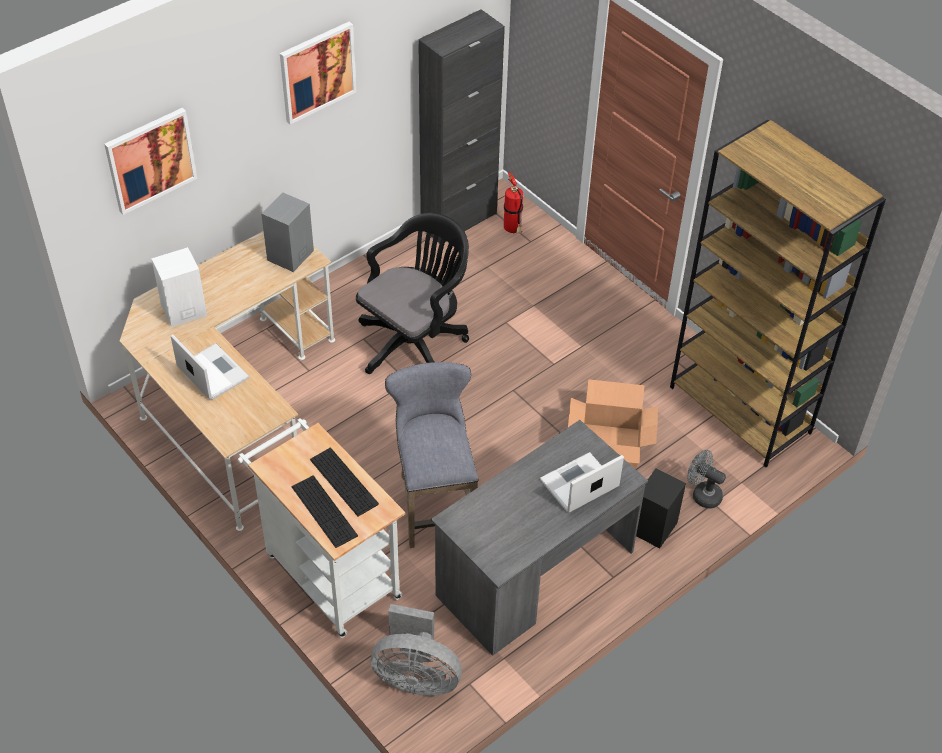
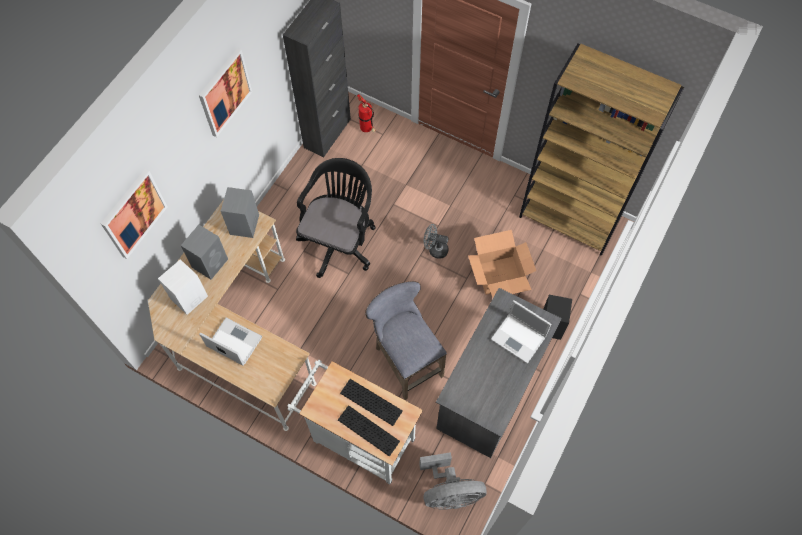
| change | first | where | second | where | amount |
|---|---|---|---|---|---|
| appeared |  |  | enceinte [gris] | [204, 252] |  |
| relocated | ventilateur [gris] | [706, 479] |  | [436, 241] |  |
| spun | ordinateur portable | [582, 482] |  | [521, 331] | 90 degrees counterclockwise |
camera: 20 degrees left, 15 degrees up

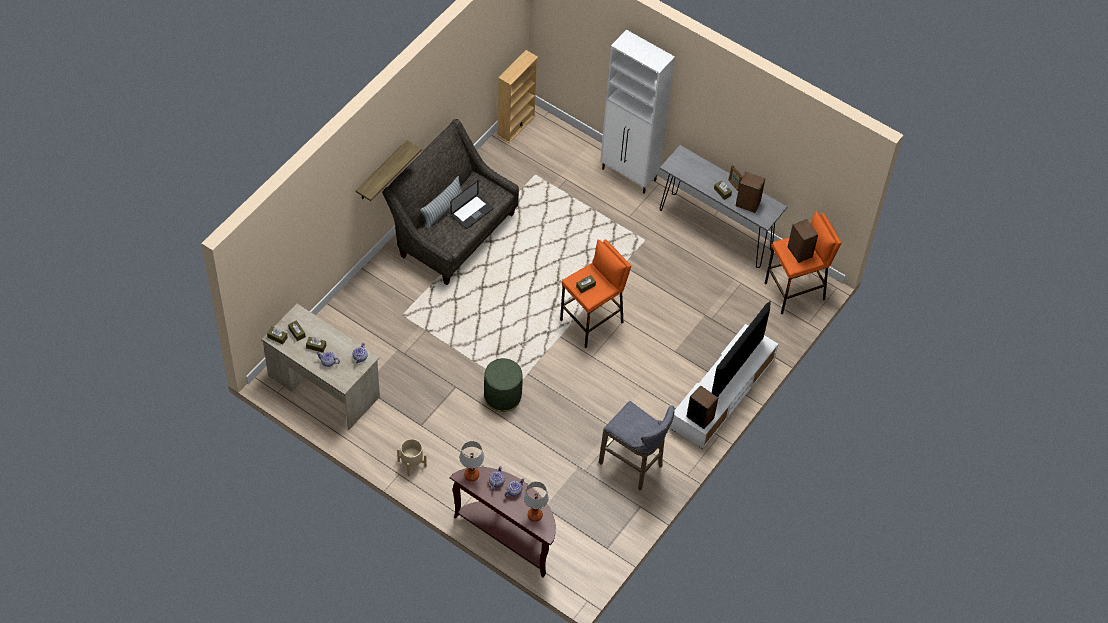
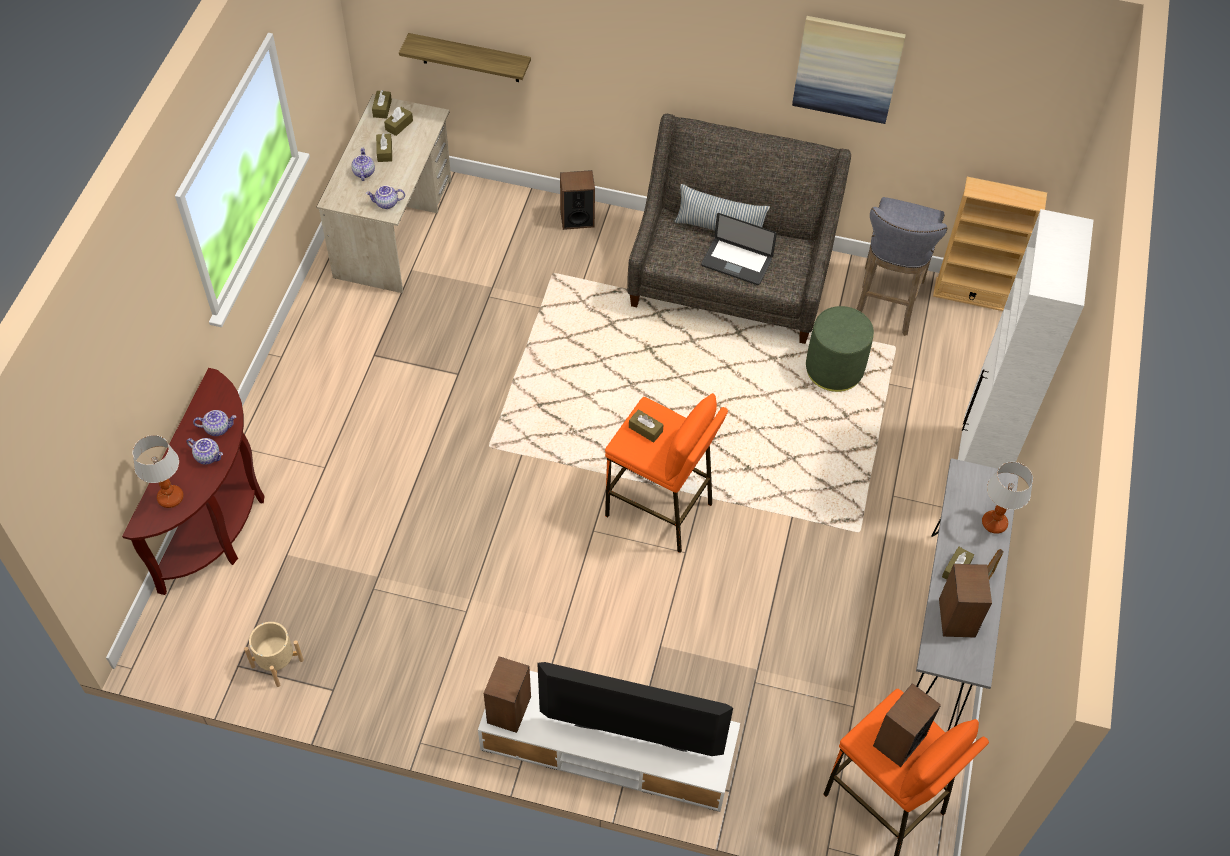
| change | first | where | second | where | amount |
|---|---|---|---|---|---|
| relocated | cache-pot [beige] | [412, 457] |  | [274, 654] |  |
| relocated | étagère | [389, 170] |  | [465, 57] |  |
| appeared |  |  | enceinte | [577, 200] |  |
| appeared |  |  | tableau | [849, 70] |  |
| relocated | pouf [vert] | [503, 385] |  | [840, 349] |  |
| relocated | tabouret [gris] | [636, 446] |  | [902, 266] |  |
| relocated | lampe de table | [471, 461] |  | [1007, 498] |  |
camera: 70 degrees right, 0 degrees up

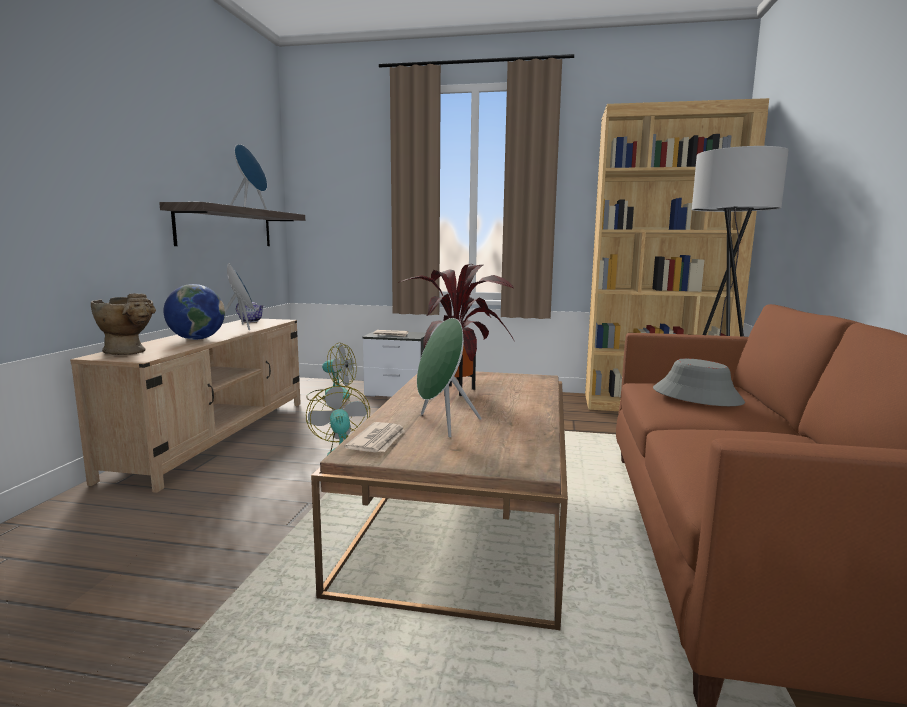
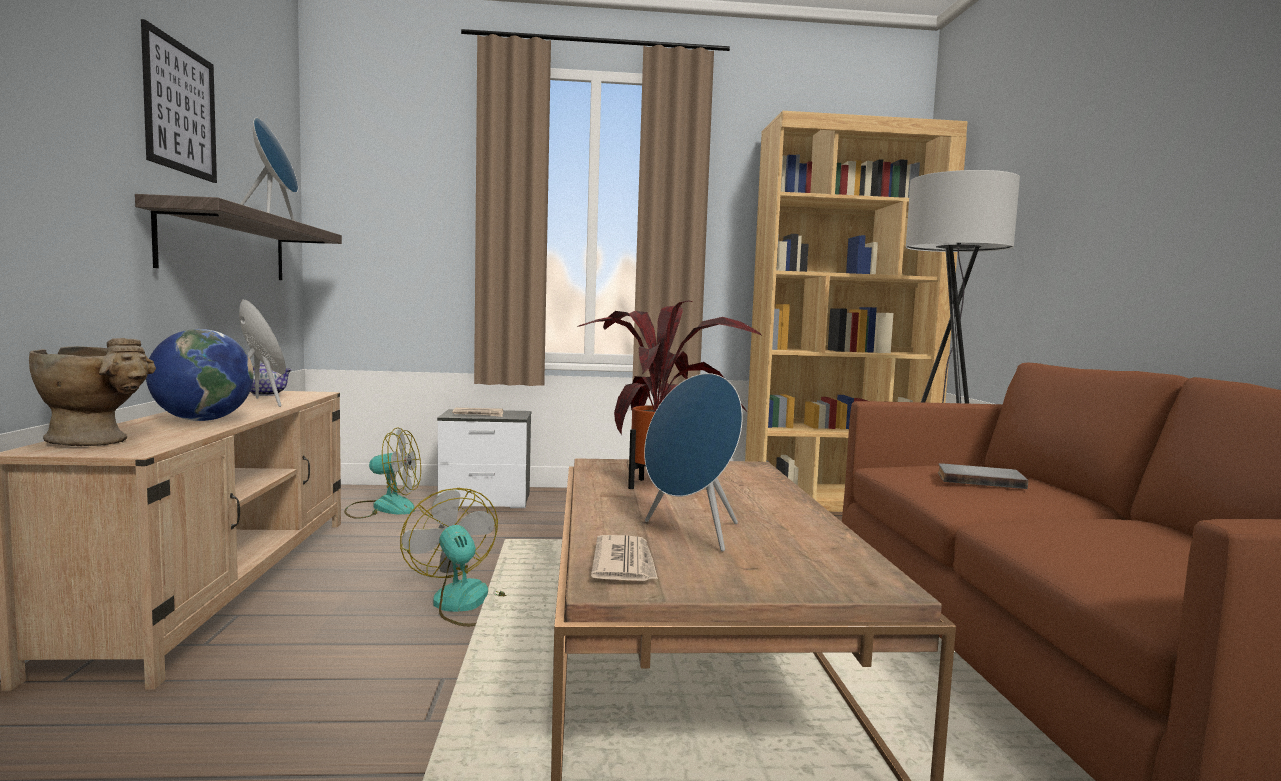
| change | first | where | second | where | amount |
|---|---|---|---|---|---|
| appeared |  |  | tableau | [179, 101] |  |
| colour | enceinte [vert] | [449, 377] | enceinte [bleu] | [693, 462] |  |
| exchanged | chapeau [gris] | [699, 382] | livre [gris] | [983, 476] |  |
camera: 15 degrees left, 5 degrees down

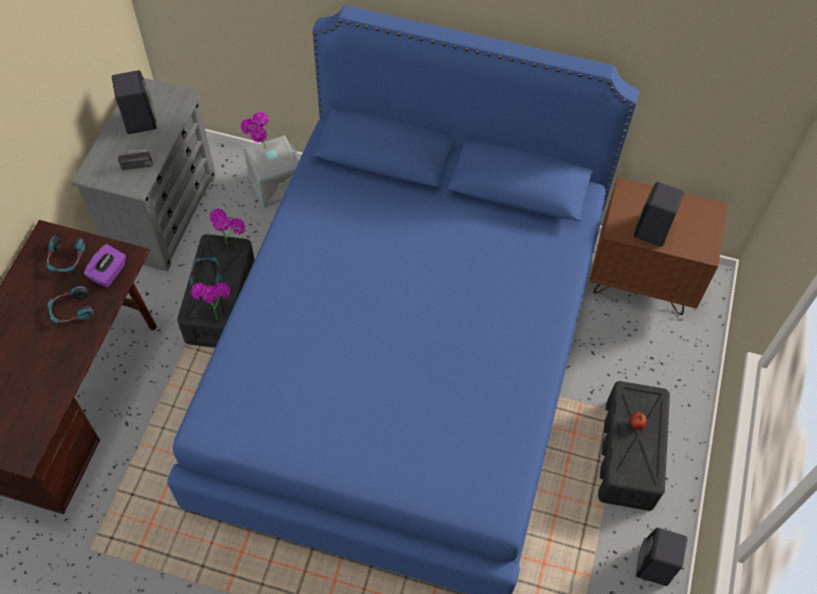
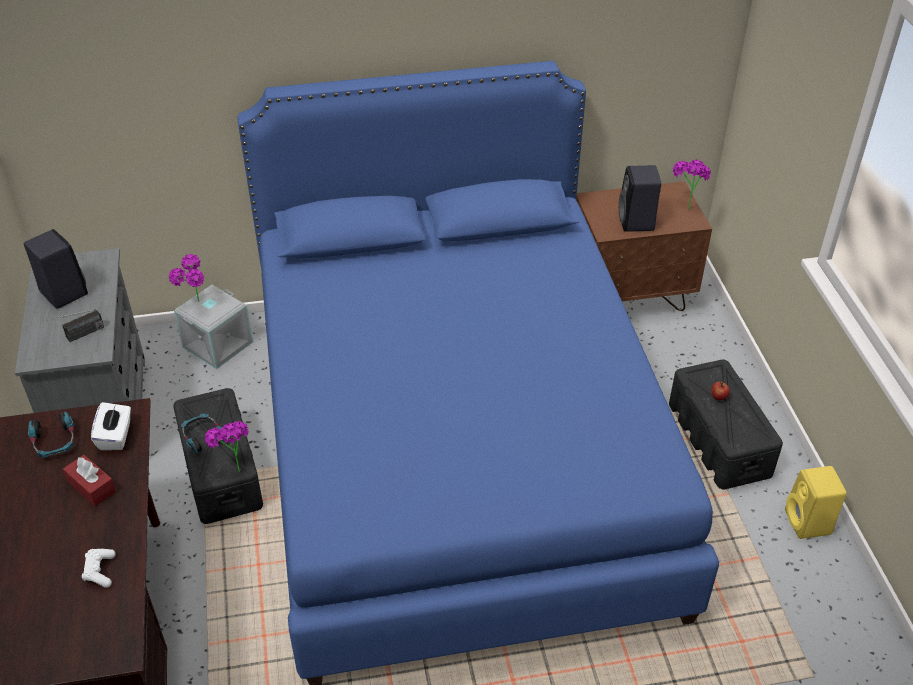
| change | first | where | second | where | amount |
|---|---|---|---|---|---|
| exchanged | casque audio | [70, 305] | boîte à mouchoirs [rouge] | [89, 480] |  |
| appeared |  |  | manette [blanc] | [99, 568] |  |
| colour | boîte à mouchoirs [violet] | [105, 265] | boîte à mouchoirs [blanc] | [111, 426] |  |
| relocated | plante en pot | [227, 229] |  | [692, 185] |  |
| colour | enceinte [noir] | [661, 557] | enceinte [jaune] | [816, 502] |  |
camera: 25 degrees left, 15 degrees down

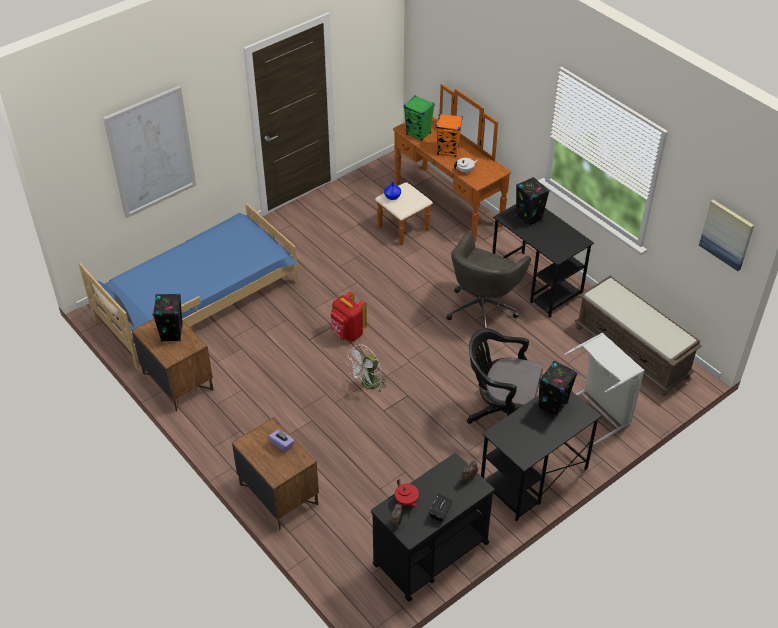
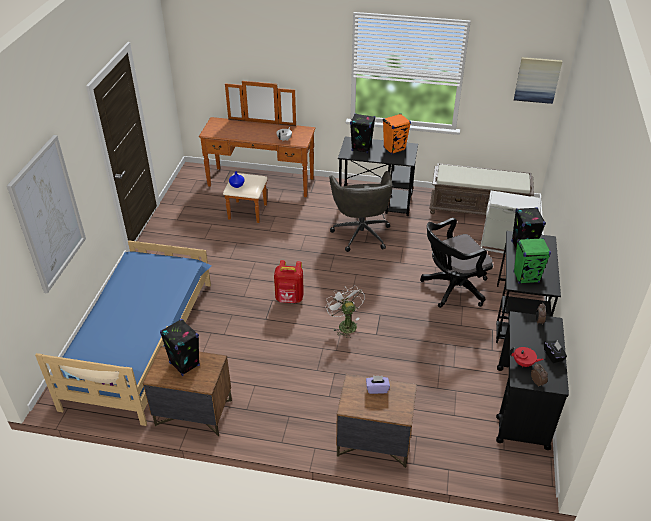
| change | first | where | second | where | amount |
|---|---|---|---|---|---|
| spun | ventilateur [blanc] | [366, 368] |  | [345, 311] | 150 degrees clockwise |
| relocated | enceinte [orange] | [449, 135] |  | [397, 134] |  |
| relocated | enceinte [vert] | [419, 118] |  | [532, 261] |  |
camera: 40 degrees left, 5 degrees down

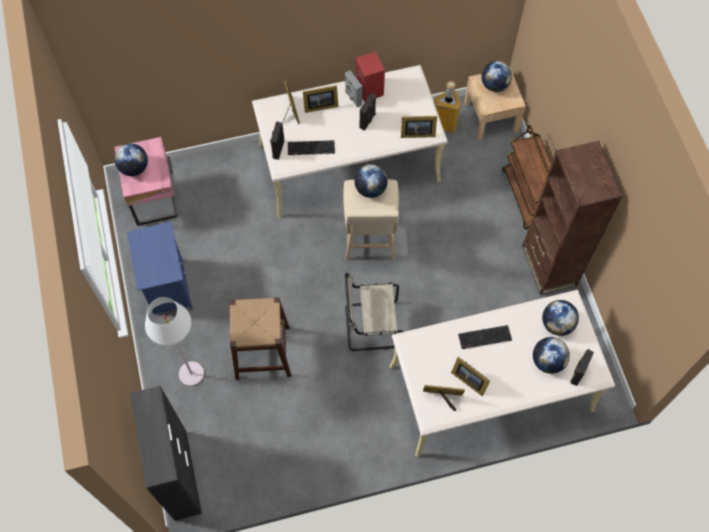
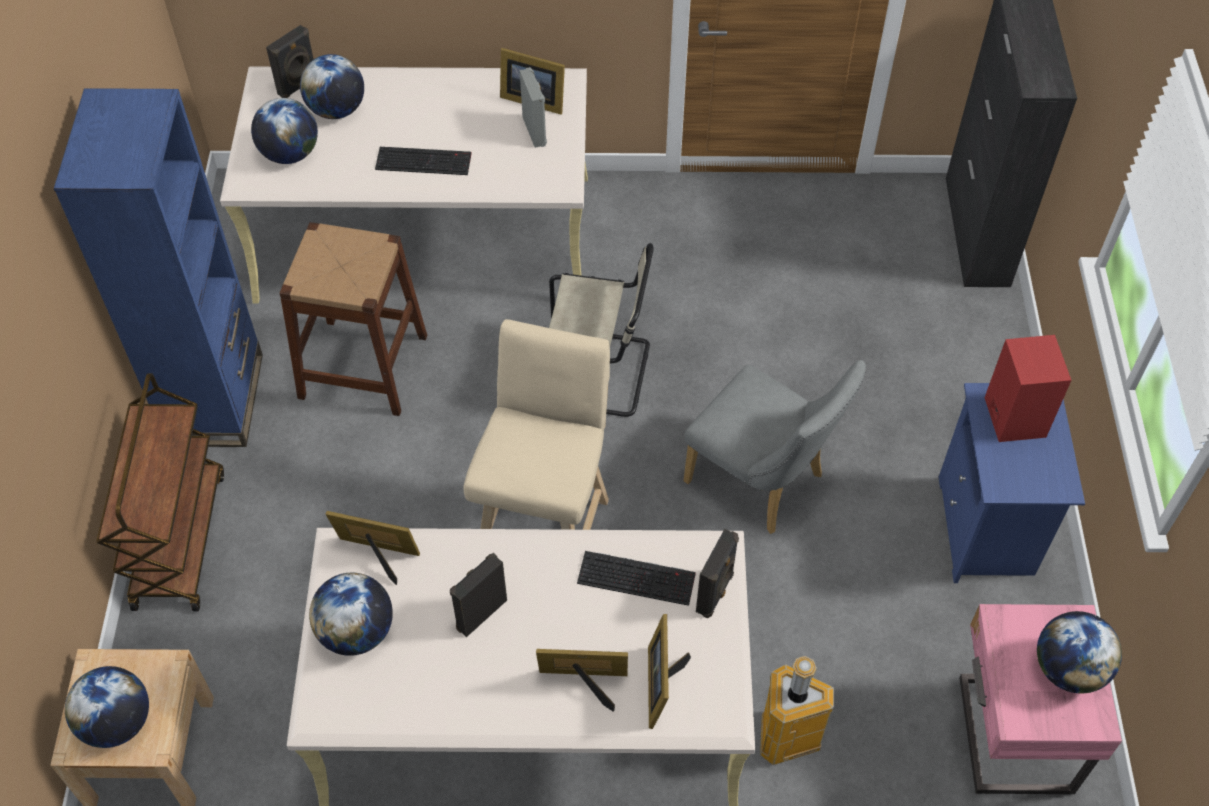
| change | first | where | second | where | amount |
|---|---|---|---|---|---|
| colour | bibliothèque [marron] | [572, 218] | bibliothèque [bleu] | [158, 267] |  |
| relocated | tabouret [marron] | [260, 339] |  | [353, 319] |  |
| relocated | globe | [371, 181] |  | [351, 614] |  |
| relocated | enceinte [gris] | [354, 89] |  | [533, 107] |  |
| appeared |  |  | chaise [gris] | [774, 447] |  |
| relocated | poubelle | [447, 107] |  | [797, 710] |  |
| relocated | enceinte [rouge] | [370, 76] |  | [1028, 388] |  |
| missing | lampadaire [blanc] | [174, 341] |  |  |  |
| missing | cadre photo | [470, 376] |  |  |  |
camera: 165 degrees left, 10 degrees down

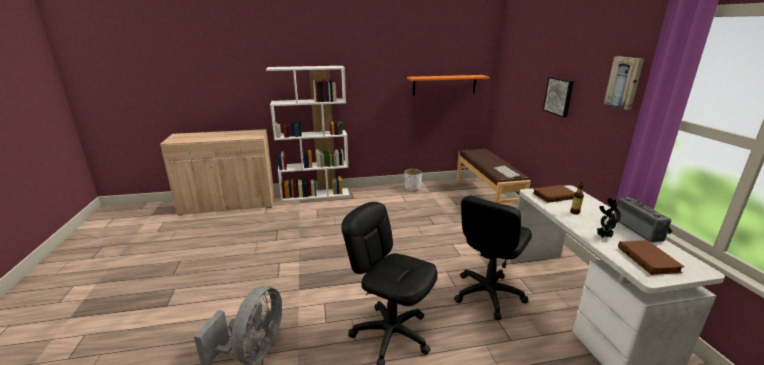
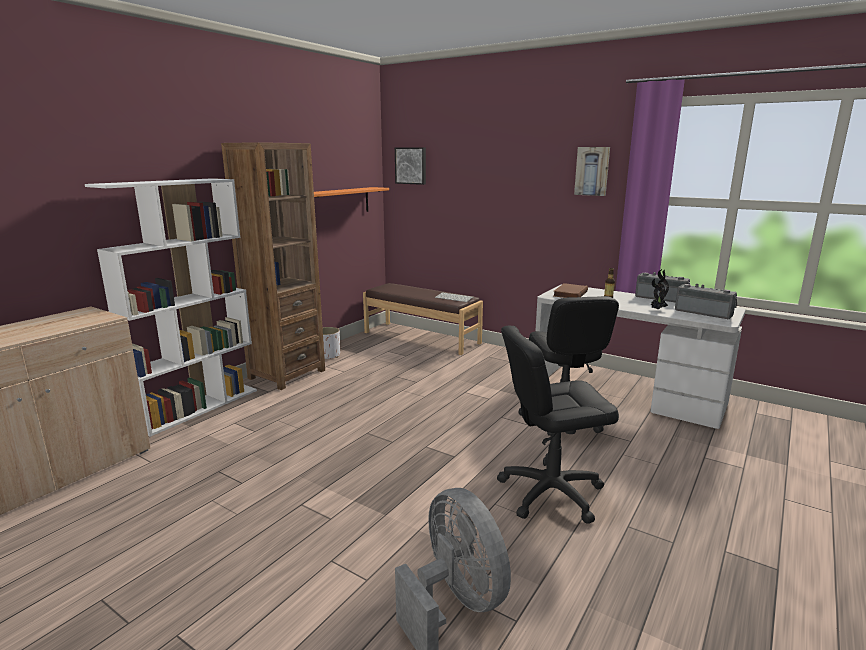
| change | first | where | second | where | amount |
|---|---|---|---|---|---|
| appeared |  |  | bibliothèque [marron] | [273, 266] |  |
| relocated | tableau | [558, 97] |  | [410, 166] |  |
| exchanged | livre [marron] | [651, 257] | radio | [706, 301] |  |
camera: 45 degrees left, 5 degrees down

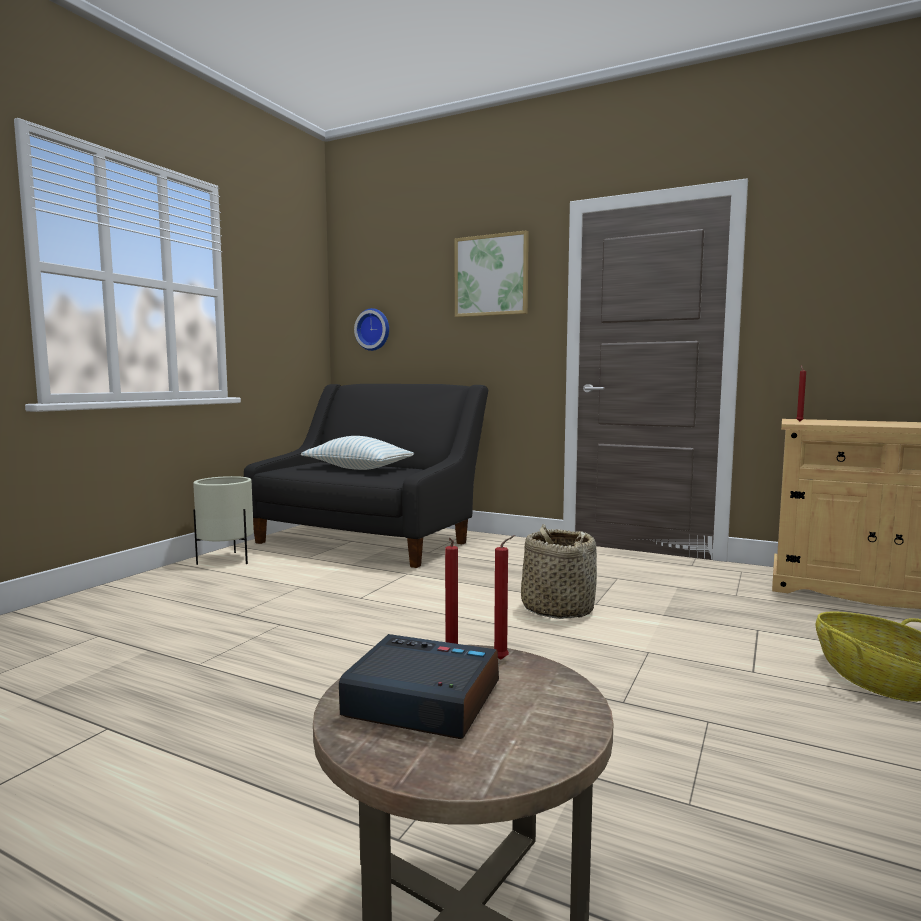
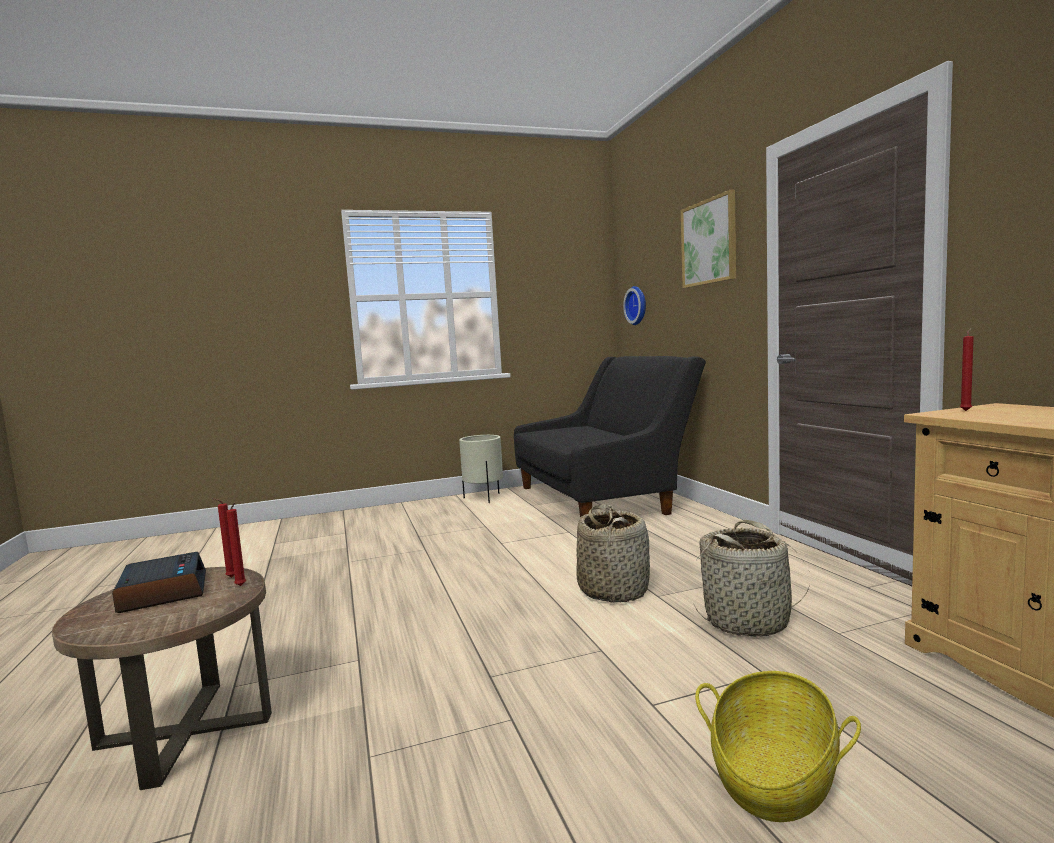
| change | first | where | second | where | amount |
|---|---|---|---|---|---|
| appeared |  |  | panier | [751, 578] |  |
| missing | coussin | [357, 453] |  |  |  |
camera: 45 degrees right, 0 degrees up

